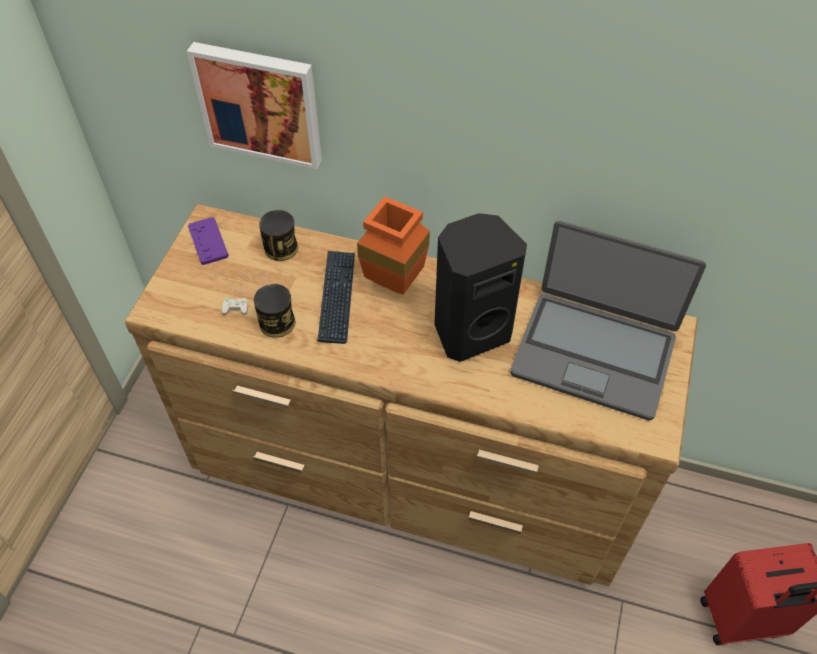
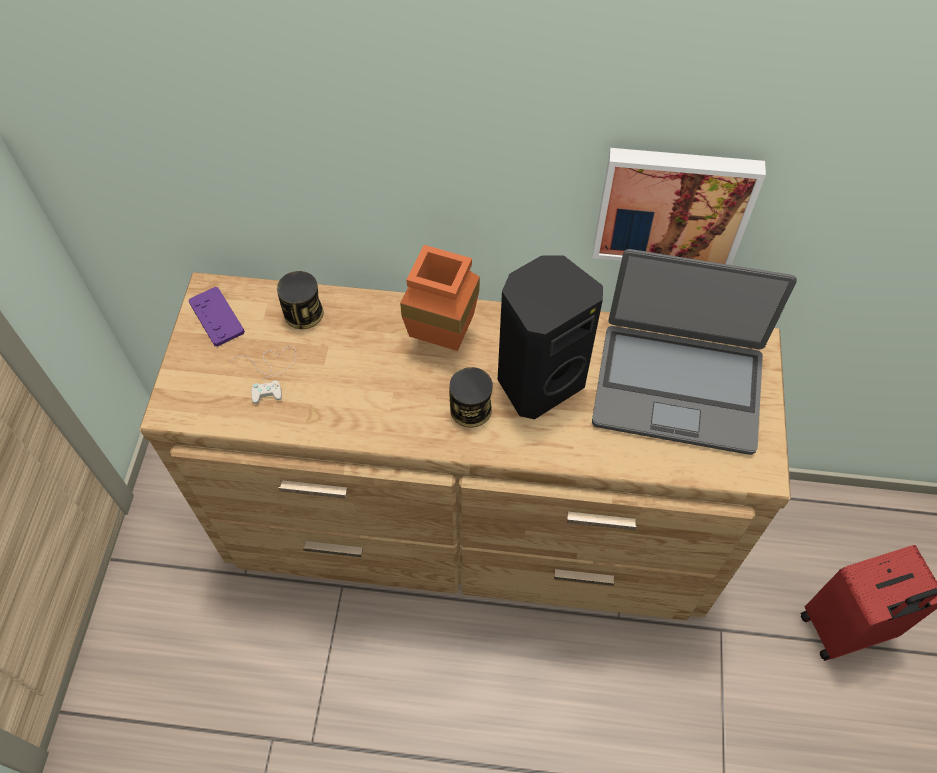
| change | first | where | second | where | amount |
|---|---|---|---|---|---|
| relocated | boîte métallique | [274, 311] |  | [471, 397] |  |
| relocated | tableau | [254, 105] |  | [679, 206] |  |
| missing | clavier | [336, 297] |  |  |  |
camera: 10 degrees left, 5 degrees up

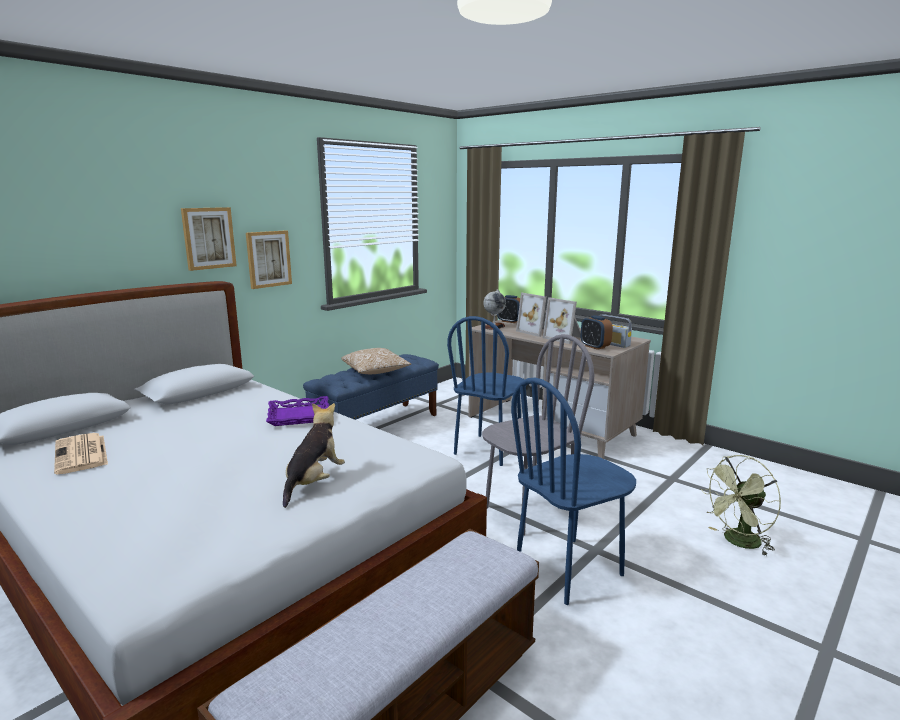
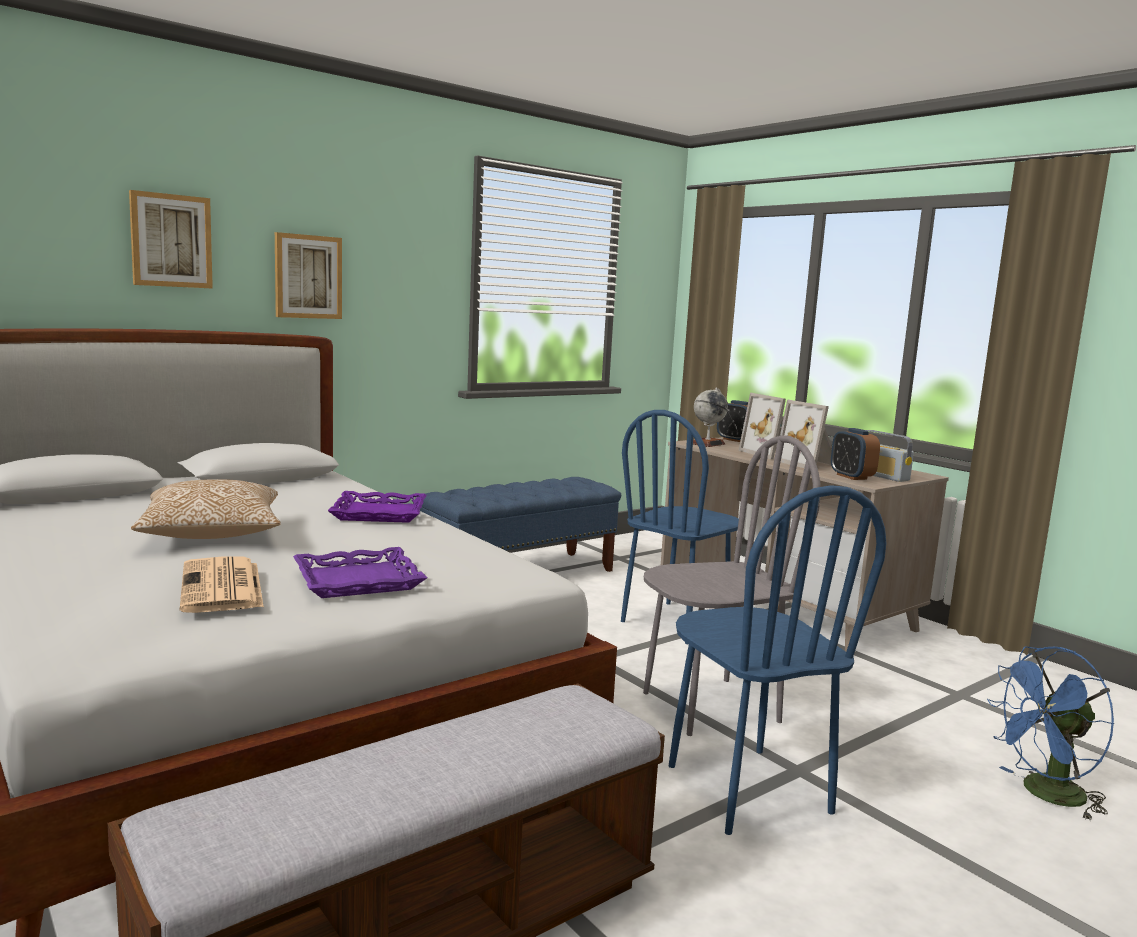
| change | first | where | second | where | amount |
|---|---|---|---|---|---|
| relocated | tableau | [269, 259] |  | [171, 239] |  |
| relocated | coussin | [376, 361] |  | [206, 509] |  |
| relocated | journal | [81, 453] |  | [221, 585] |  |
| exchanged | peluche | [314, 455] | plateau [violet] | [360, 572] |  |
| spun | chaise [bleu] | [573, 491] |  | [777, 660] | 90 degrees counterclockwise |
| colour | ventilateur [vert] | [741, 505] | ventilateur [bleu] | [1050, 733] |  |
camera: 10 degrees right, 5 degrees down

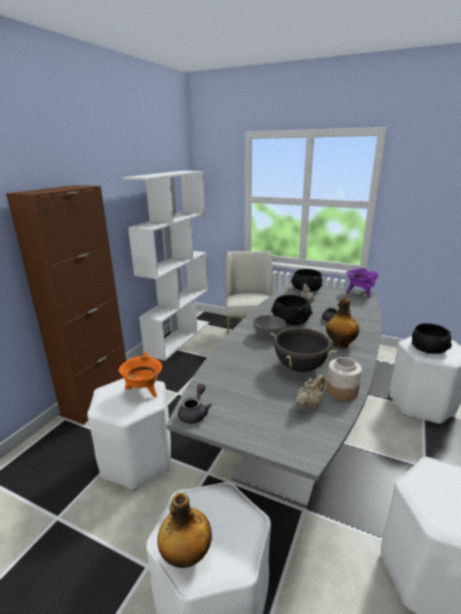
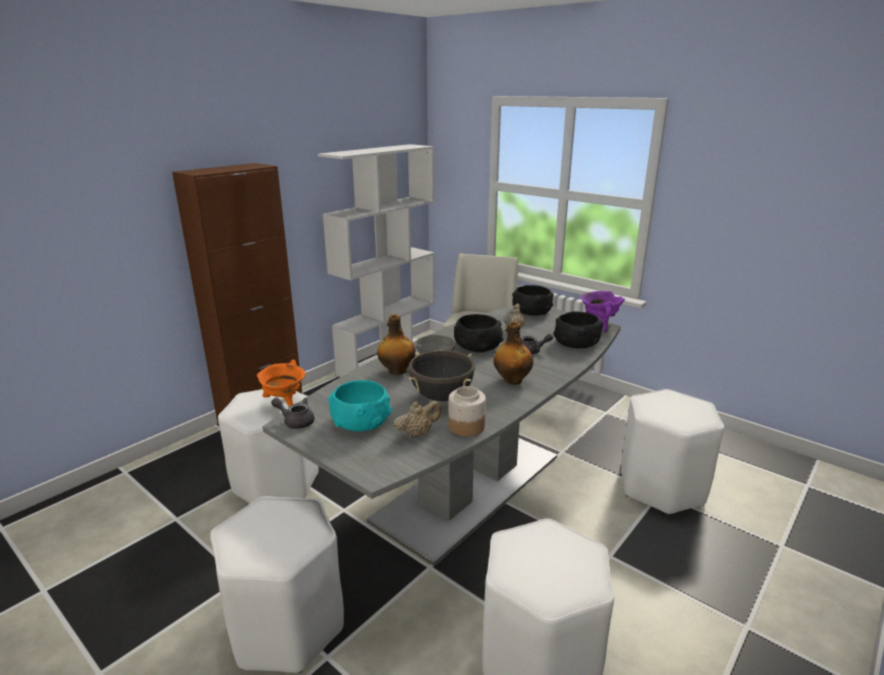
| change | first | where | second | where | amount |
|---|---|---|---|---|---|
| spun | théière [gris] | [195, 404] |  | [292, 413] | 105 degrees counterclockwise |
| appeared |  |  | bol [turquoise] | [360, 406] |  |
| relocated | bouteille | [184, 530] |  | [396, 344] |  |
| relocated | bol [noir] | [432, 338] |  | [578, 329] |  |
camera: 15 degrees right, 0 degrees up

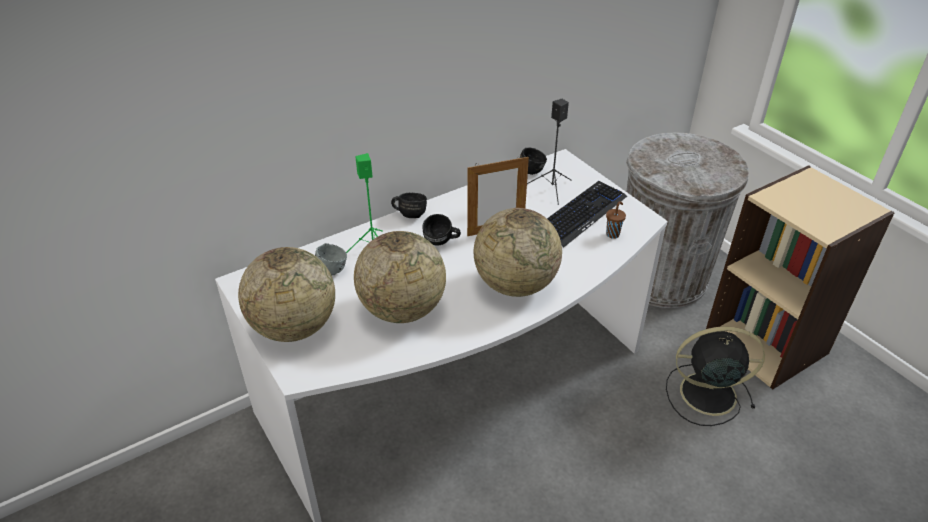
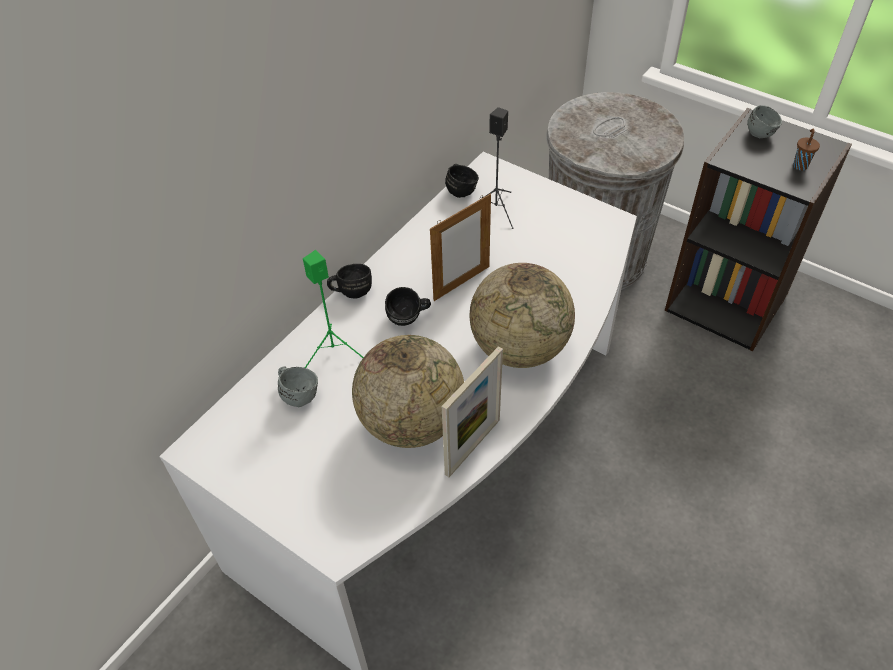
| change | first | where | second | where | amount |
|---|---|---|---|---|---|
| appeared |  |  | cadre photo | [472, 411] |  |
| colour | bibliothèque [beige] | [800, 277] | bibliothèque [noir] | [758, 229] |  |
| appeared |  |  | mug [gris] | [764, 121] |  |
| relocated | tasse [marron] | [616, 220] |  | [806, 150] |  |
| missing | globe | [286, 294] |  |  |  |
| missing | clavier | [587, 214] |  |  |  |
| missing | ventilateur [noir] | [715, 376] |  |  |  |
camera: 20 degrees left, 10 degrees up

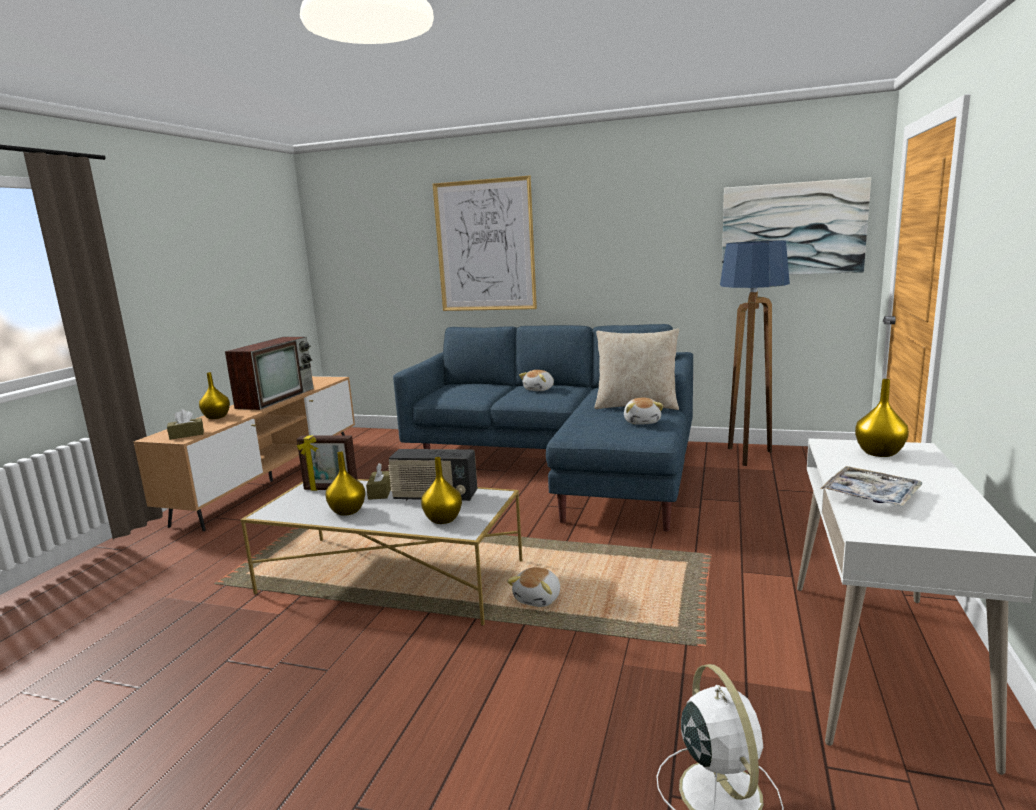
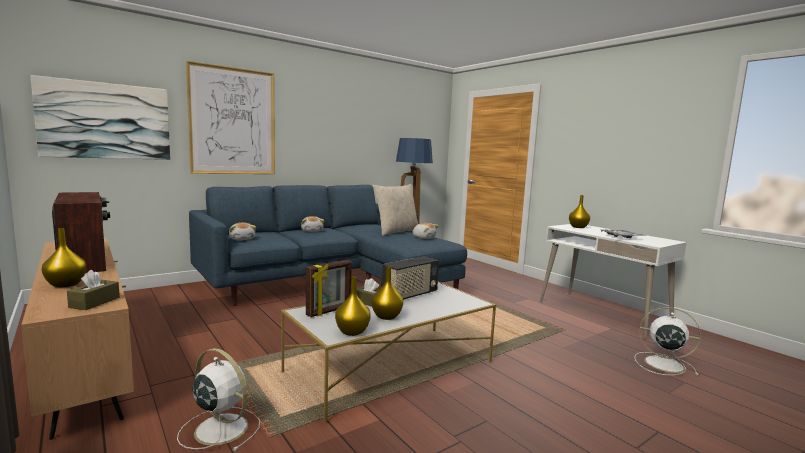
| change | first | where | second | where | amount |
|---|---|---|---|---|---|
| relocated | tableau | [796, 226] |  | [100, 117] |  |
| appeared |  |  | ventilateur [blanc] | [218, 399] |  |
| relocated | peluche | [533, 587] |  | [242, 231] |  |
| relocated | vase [jaune] | [441, 490] |  | [353, 306] |  |
camera: 55 degrees left, 5 degrees down

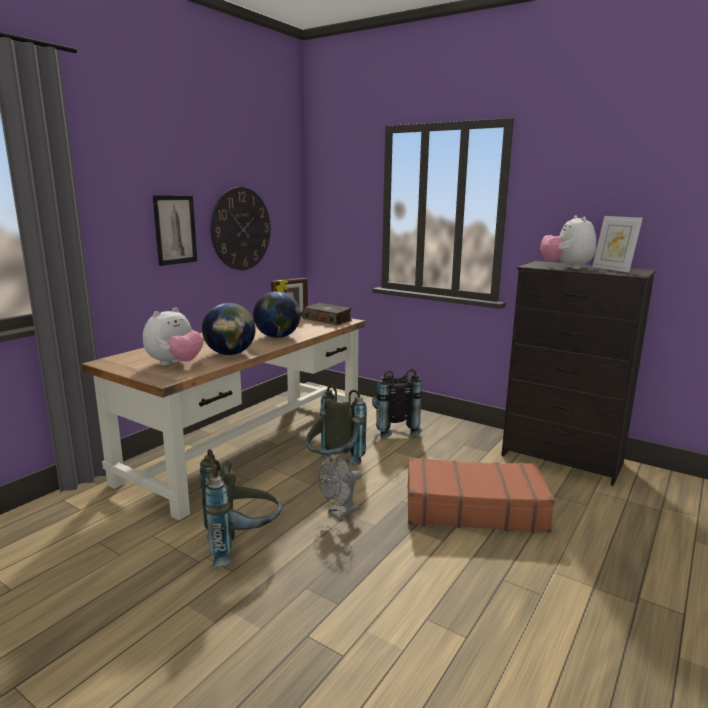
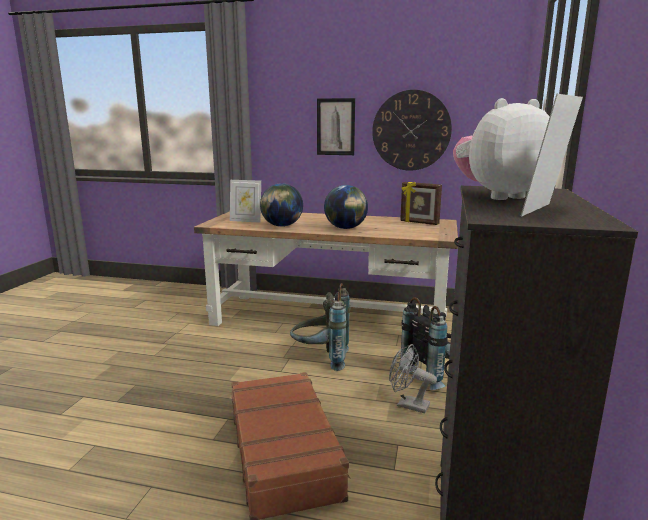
| change | first | where | second | where | amount |
|---|---|---|---|---|---|
| exchanged | peluche | [173, 336] | cadre photo | [245, 201] |  |
| relocated | ventilateur [gris] | [340, 486] |  | [413, 378] |  |
| missing | sac à dos [gris] | [240, 508] |  |  |  |
| missing | livre | [327, 314] |  |  |  |
camera: 70 degrees right, 0 degrees up

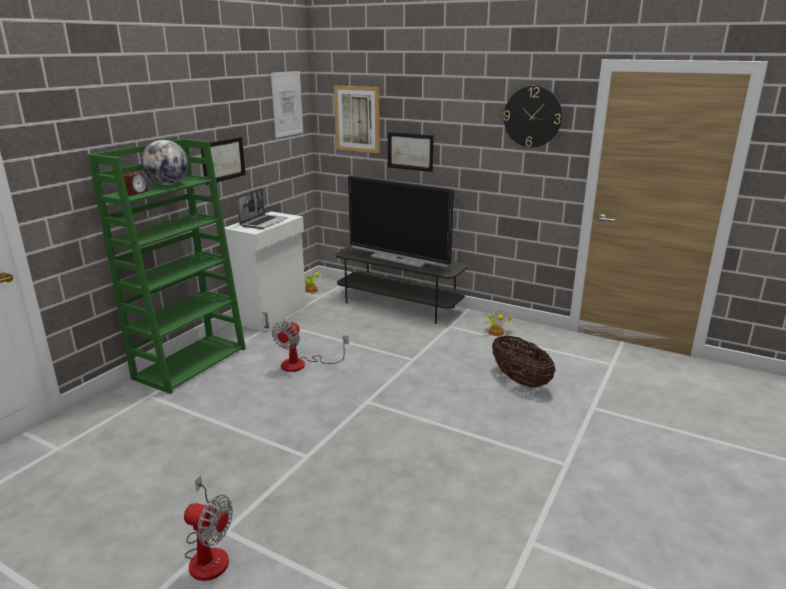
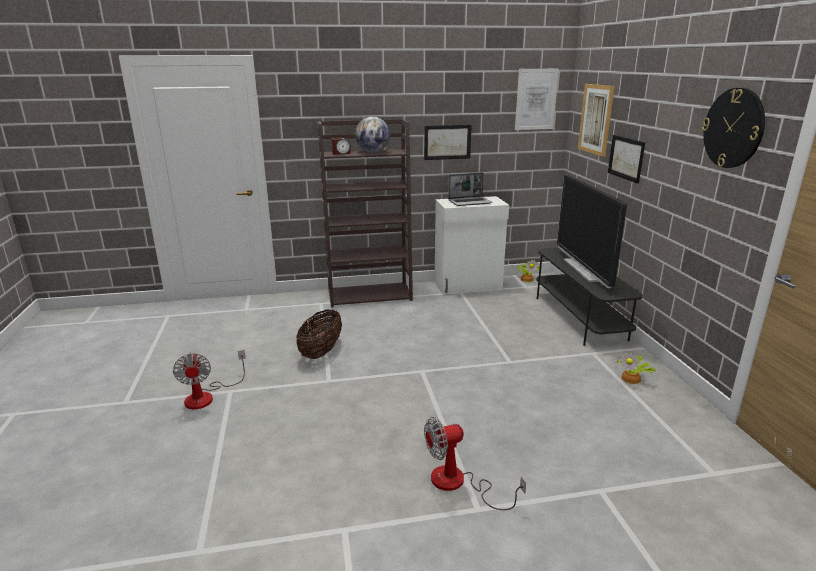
| change | first | where | second | where | amount |
|---|---|---|---|---|---|
| relocated | panier | [523, 362] |  | [319, 334] |  |
| colour | bibliothèque [vert] | [167, 266] | bibliothèque [marron] | [365, 213] |  |
| relocated | ventilateur | [310, 346] |  | [475, 463] |  |
camera: 50 degrees right, 0 degrees up

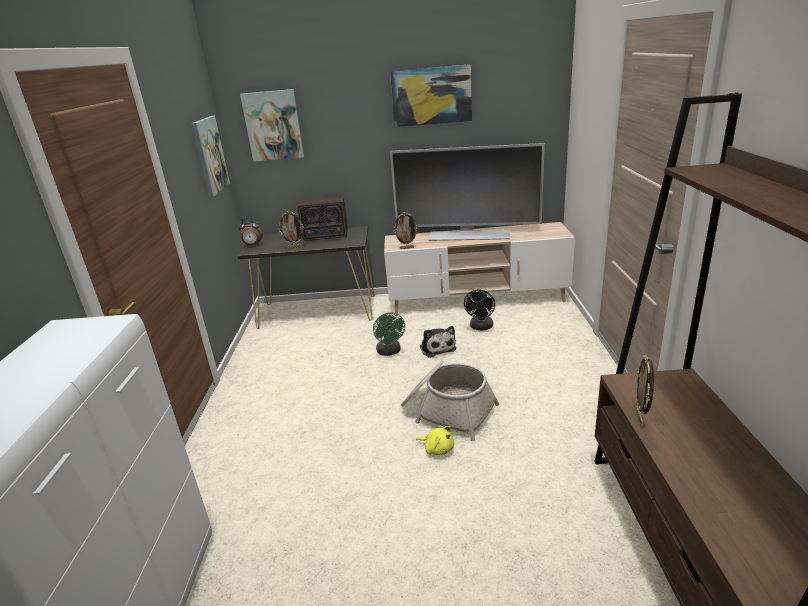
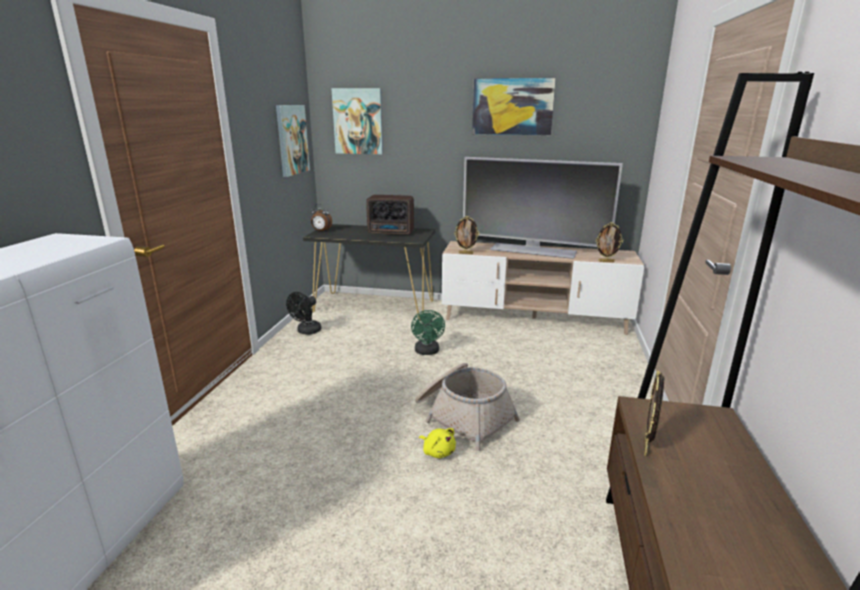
| change | first | where | second | where | amount |
|---|---|---|---|---|---|
| relocated | ventilateur [noir] | [479, 309] |  | [303, 313] |  |
| relocated | cadre photo | [291, 230] |  | [609, 242] |  |
| missing | peluche | [438, 342] |  |  |  |
camera: 10 degrees right, 5 degrees down

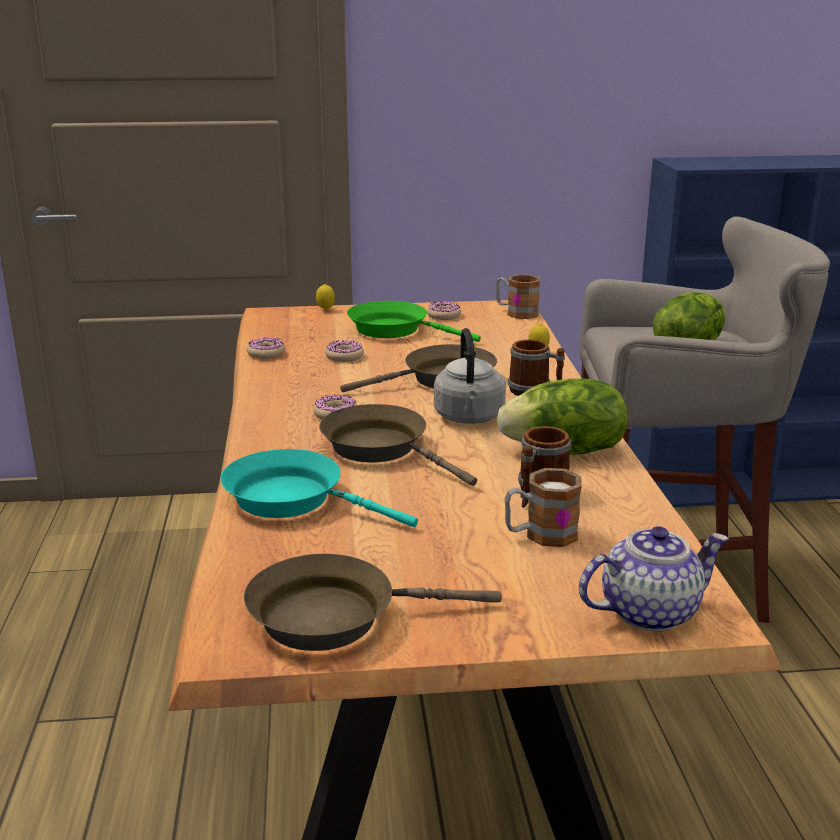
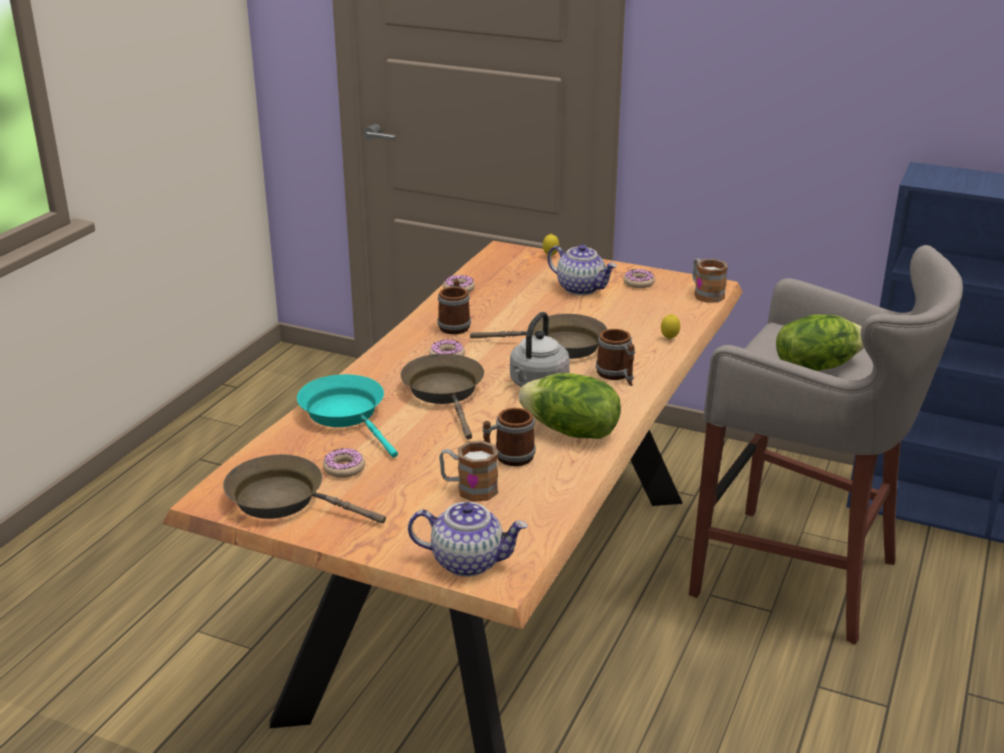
| change | first | where | second | where | amount |
|---|---|---|---|---|---|
| relocated | beignet | [344, 351] |  | [344, 463] |  |
| appeared |  |  | mug | [454, 306] |  |
| exchanged | poêle [vert] | [414, 321] | théière | [582, 269] |  |
camera: 30 degrees right, 5 degrees up

